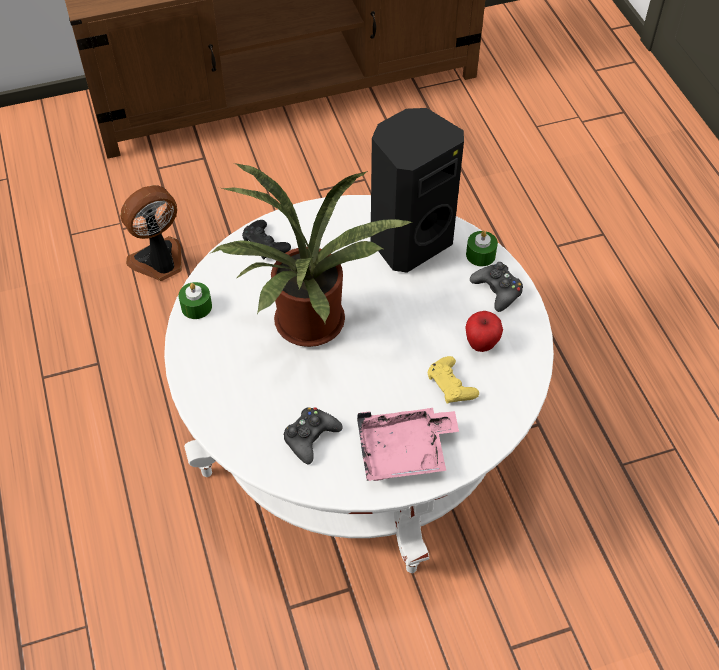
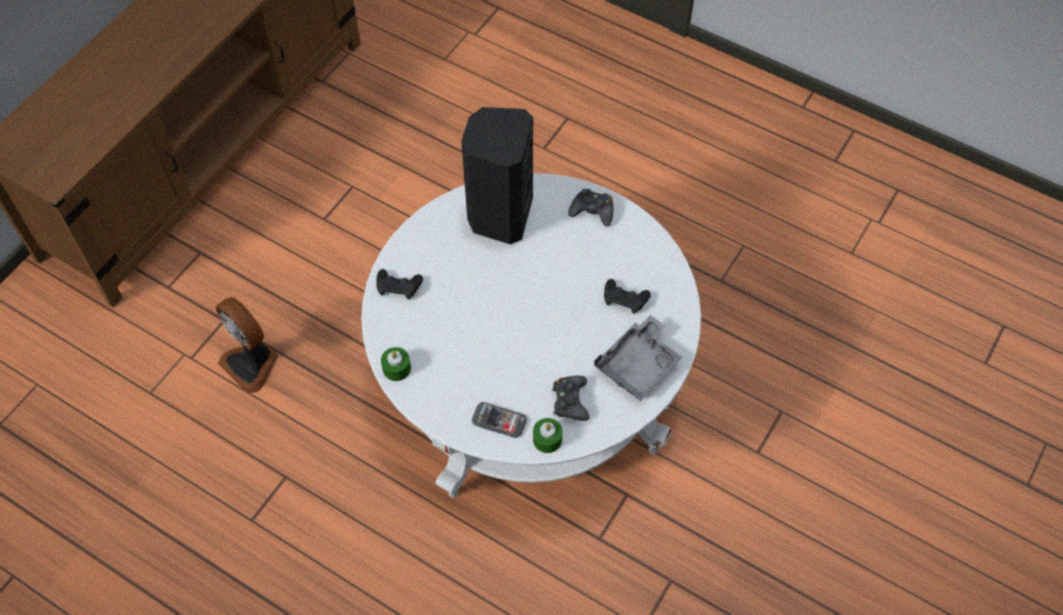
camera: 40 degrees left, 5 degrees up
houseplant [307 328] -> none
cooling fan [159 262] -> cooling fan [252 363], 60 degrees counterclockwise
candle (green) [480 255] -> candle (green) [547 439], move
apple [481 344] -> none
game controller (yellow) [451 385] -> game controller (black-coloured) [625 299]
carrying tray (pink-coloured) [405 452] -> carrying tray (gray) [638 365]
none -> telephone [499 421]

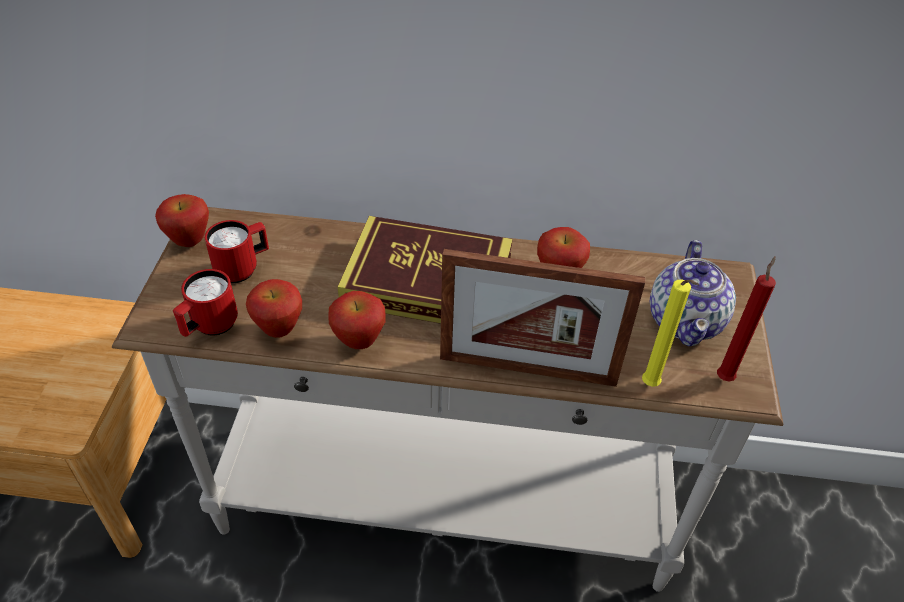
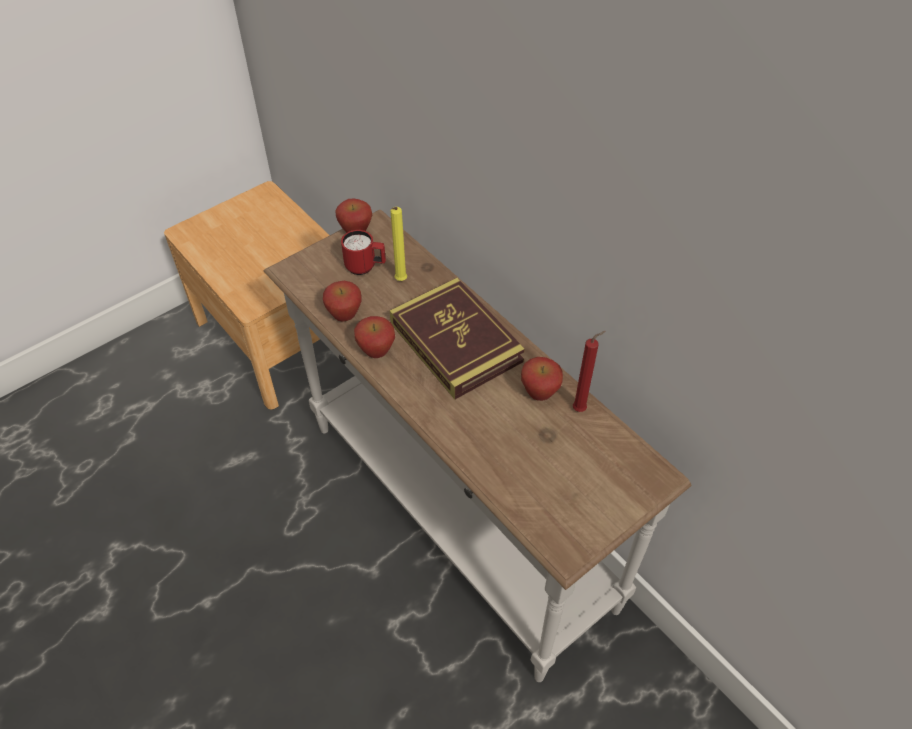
camera: 45 degrees right, 5 degrees up
teapot [686 320] -> none
photo frame [527 369] -> none
candle (red) [725 376] -> candle (red) [581 409], move
mug (red) [210 327] -> none
candle (yellow) [651 386] -> candle (yellow) [400 281], move

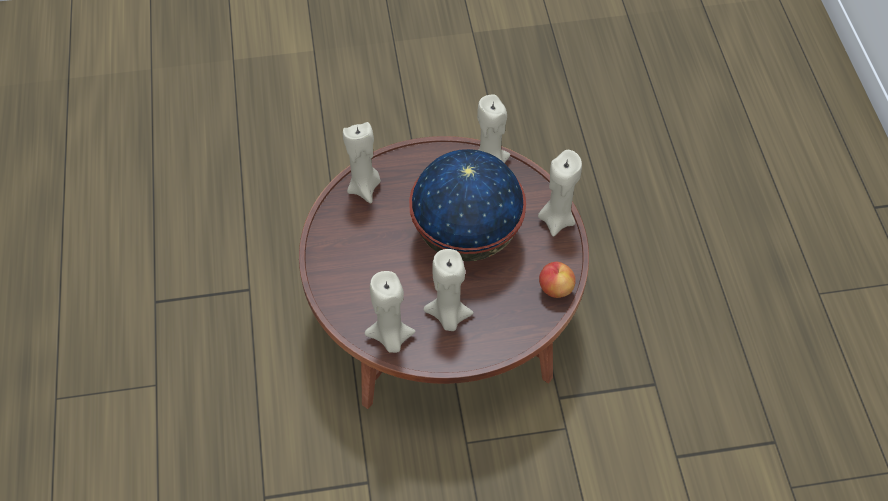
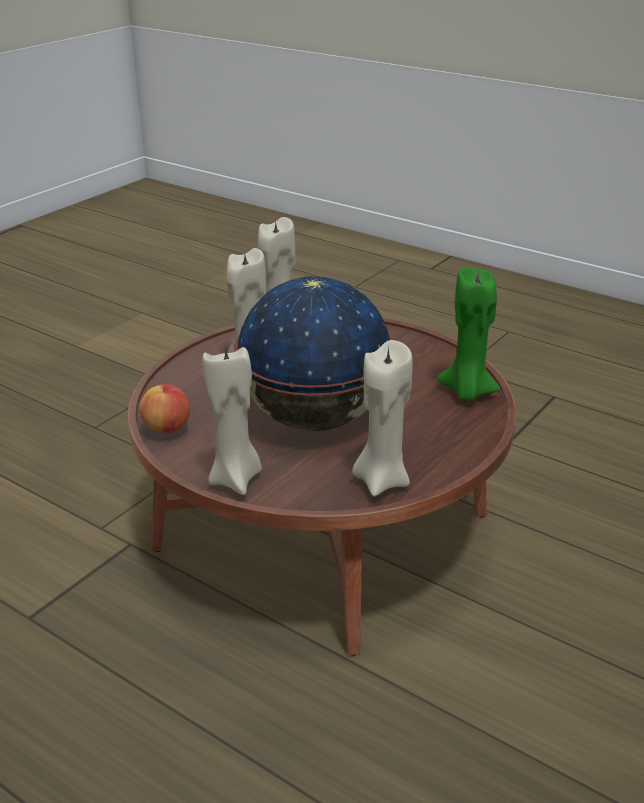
camera: 135 degrees right, 25 degrees down
candle (beige-coloured) [364 187] -> candle (green) [467 391]

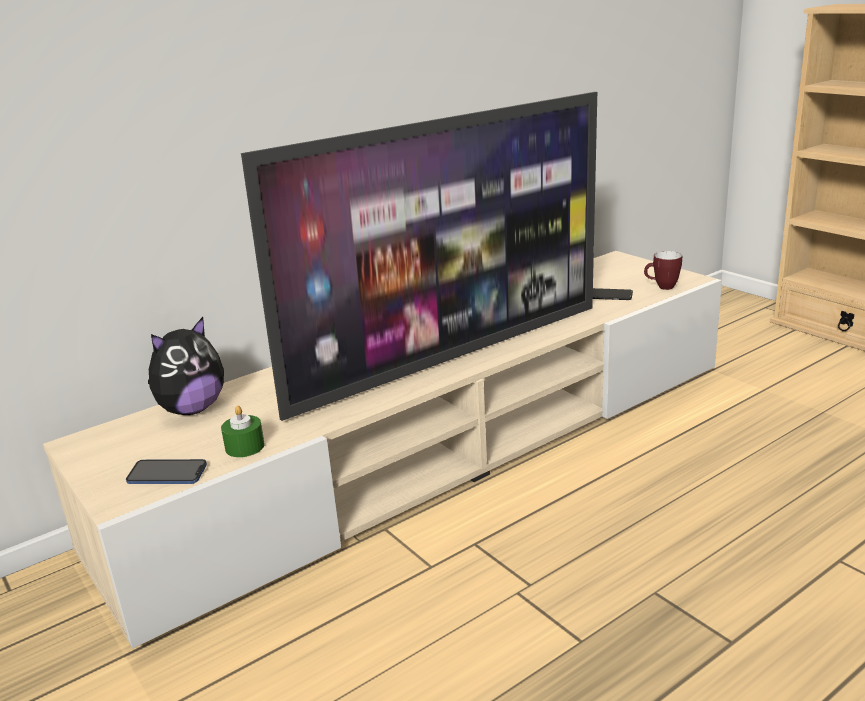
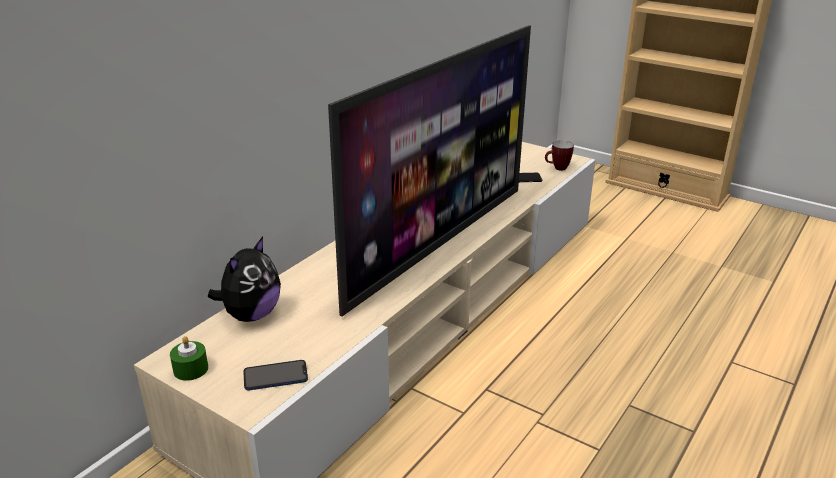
camera: 20 degrees left, 5 degrees up
candle (green) [245 447] -> candle (green) [191 369], move

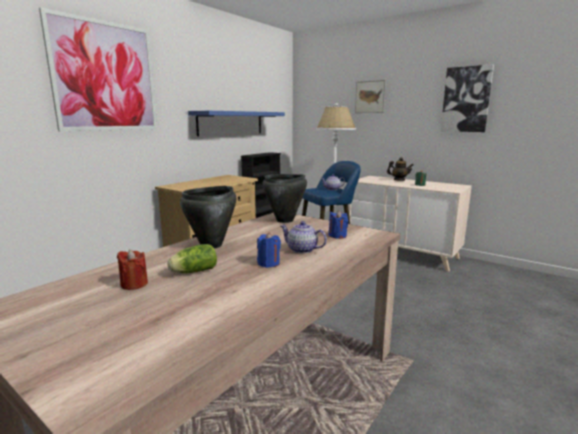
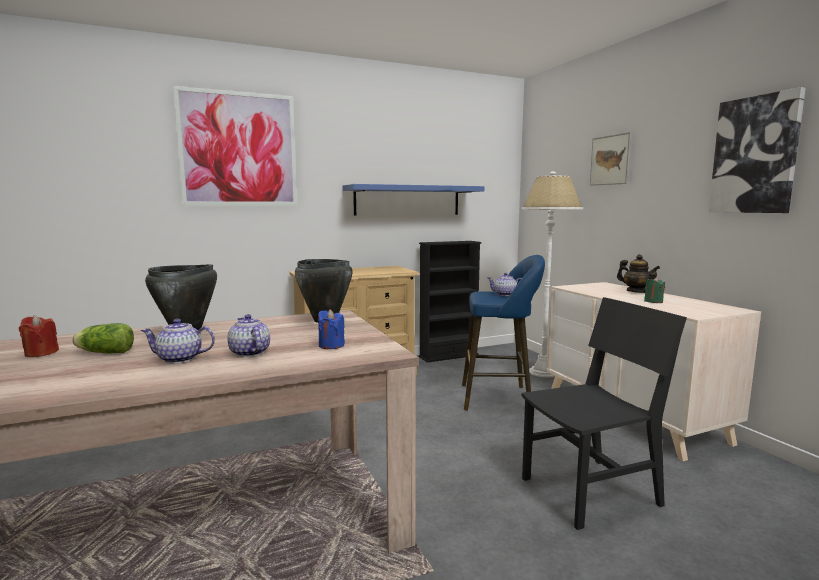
camera: 30 degrees right, 5 degrees down
candle (bluish) [268 263] -> teapot [180 359]
none -> chair (black-coloured) [590 491]

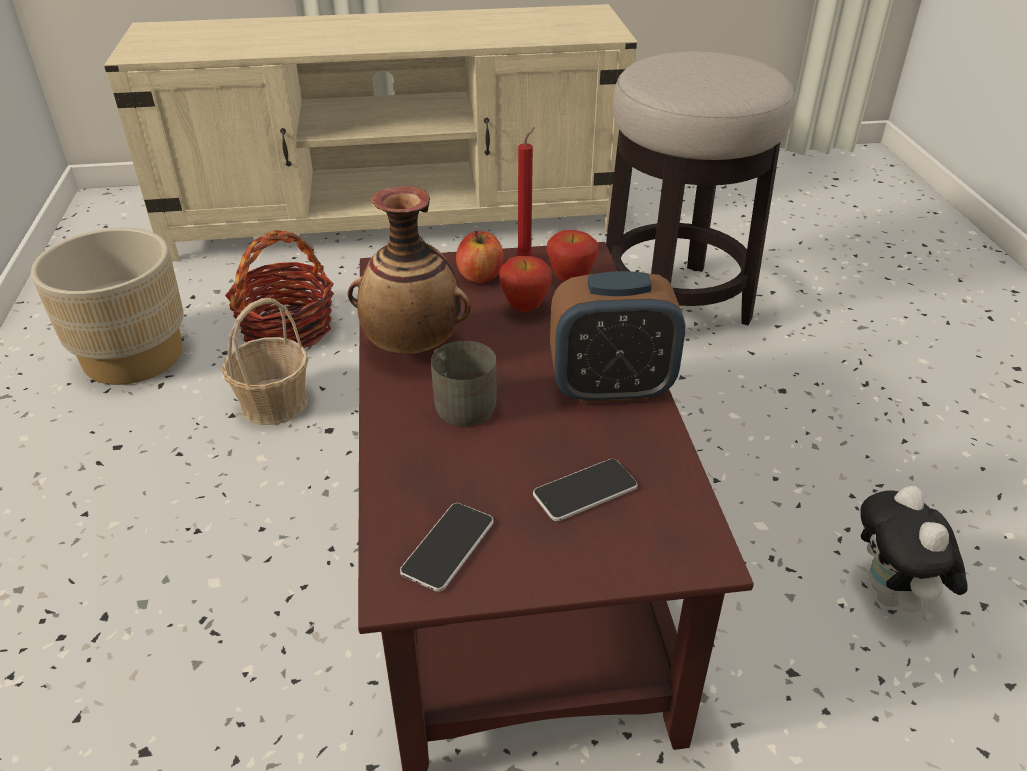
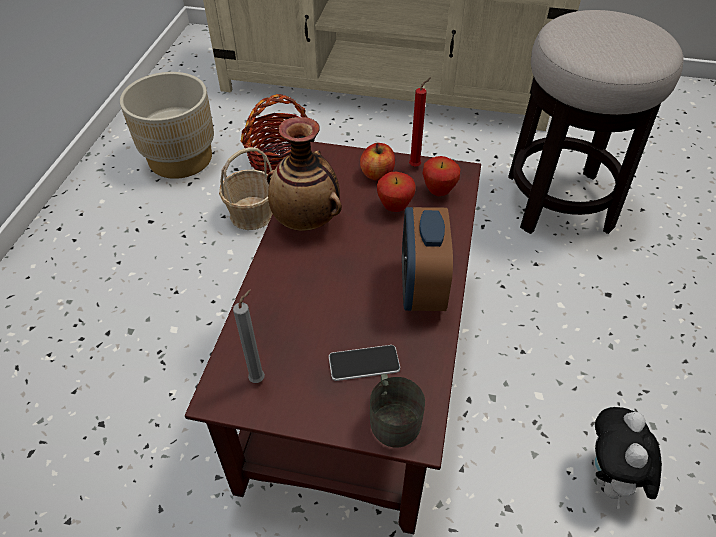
camera: 20 degrees right, 10 degrees up
alarm clock [611 388] -> alarm clock [421 288], 75 degrees clockwise
mug (gray) [461 402] -> mug (gray) [393 418], move
telephone [448 547] -> candle (gray) [259 378]

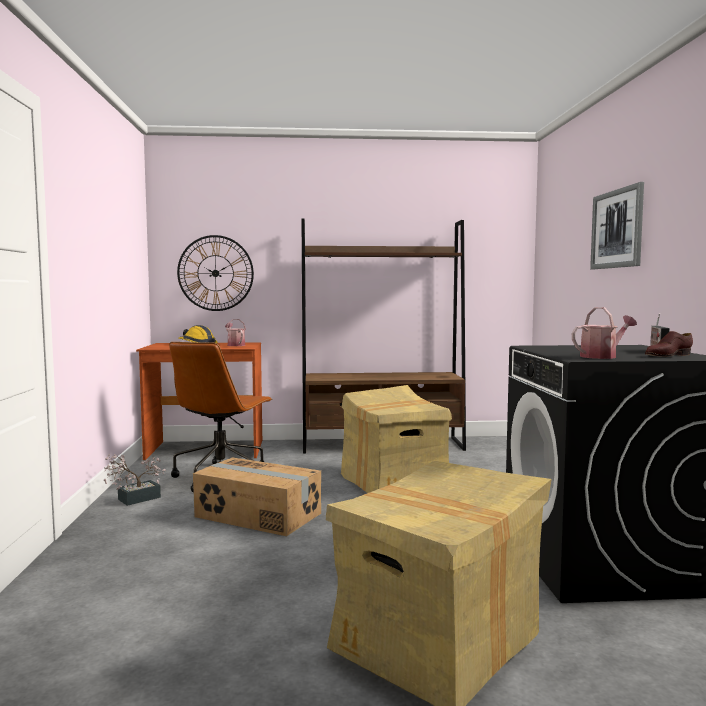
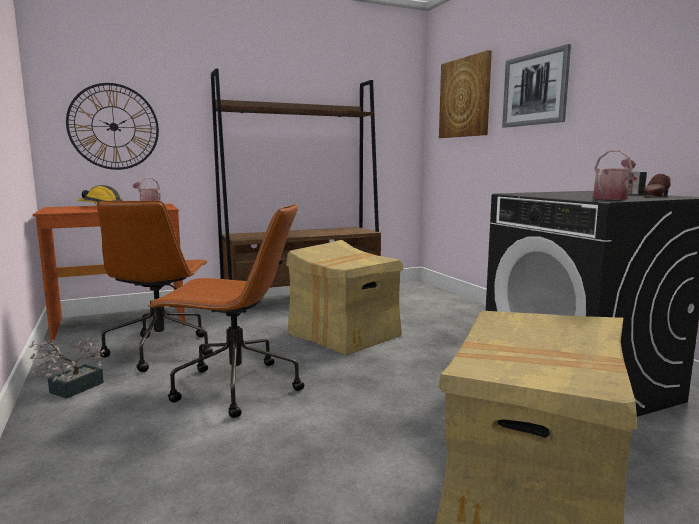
camera: 20 degrees left, 5 degrees up
packing box [257 515] -> office chair (brown) [234 388]
none -> wall picture [465 97]

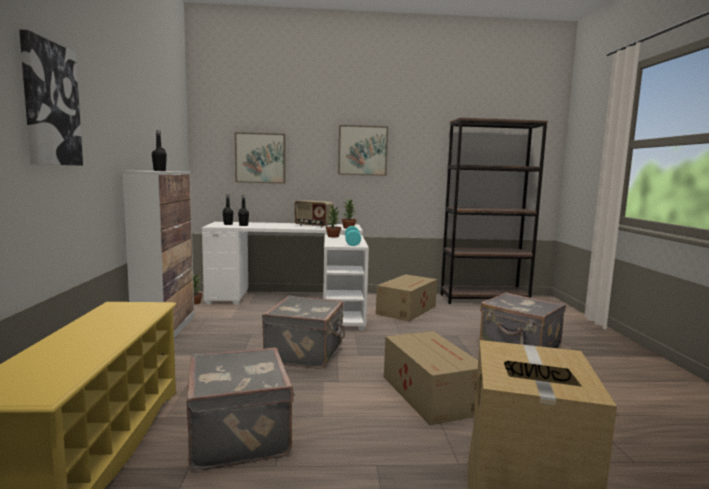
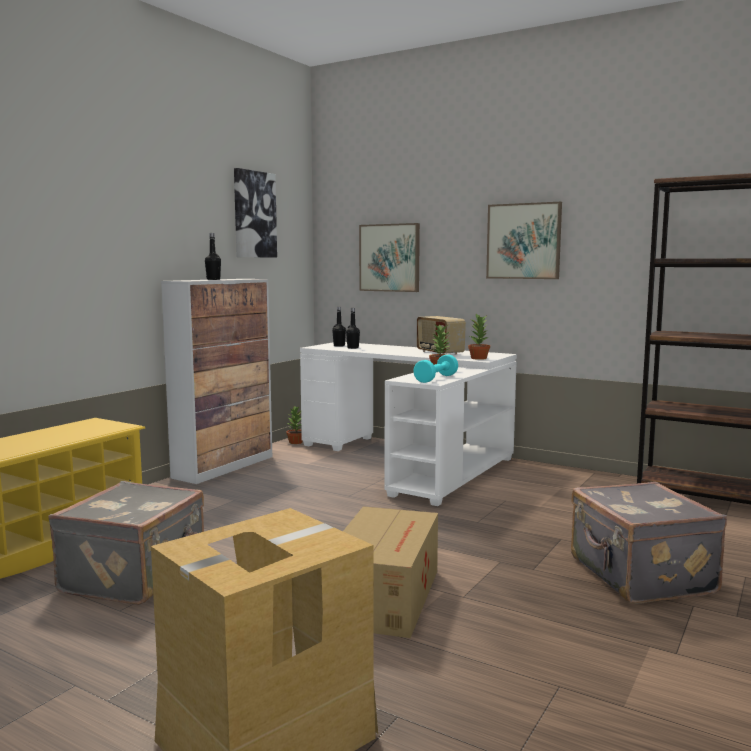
camera: 35 degrees right, 0 degrees up
wall picture [50 104] -> wall picture [254 214], move
packing box [407 310] -> none
travel case (gray) [306 353] -> none

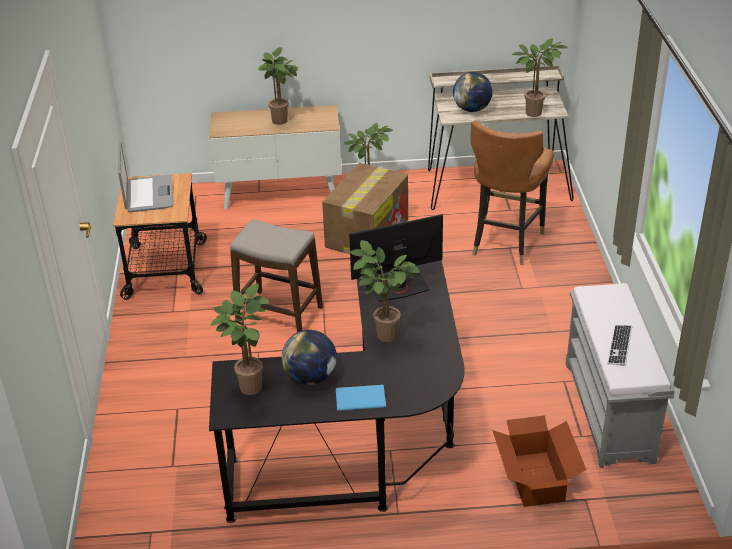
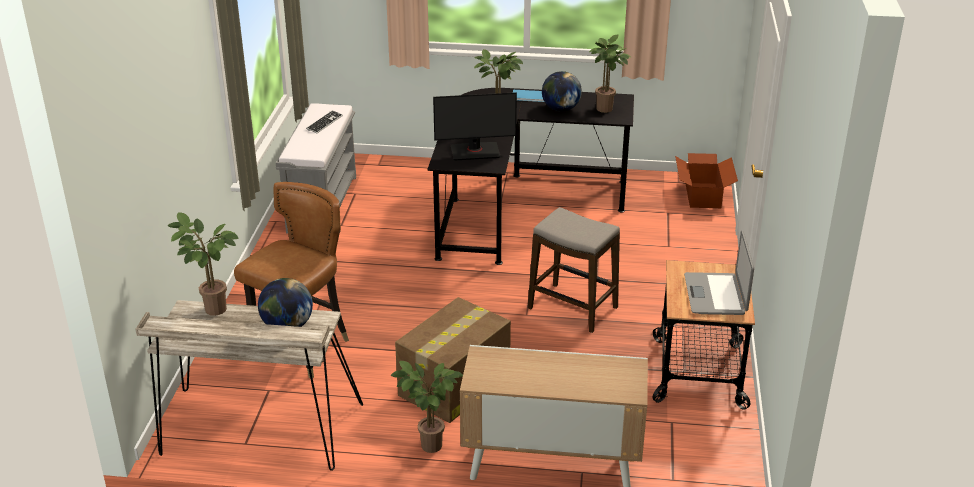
camera: 170 degrees left, 5 degrees down
houseplant [281 122] -> none
packing box [536 478] -> packing box [702 196], move

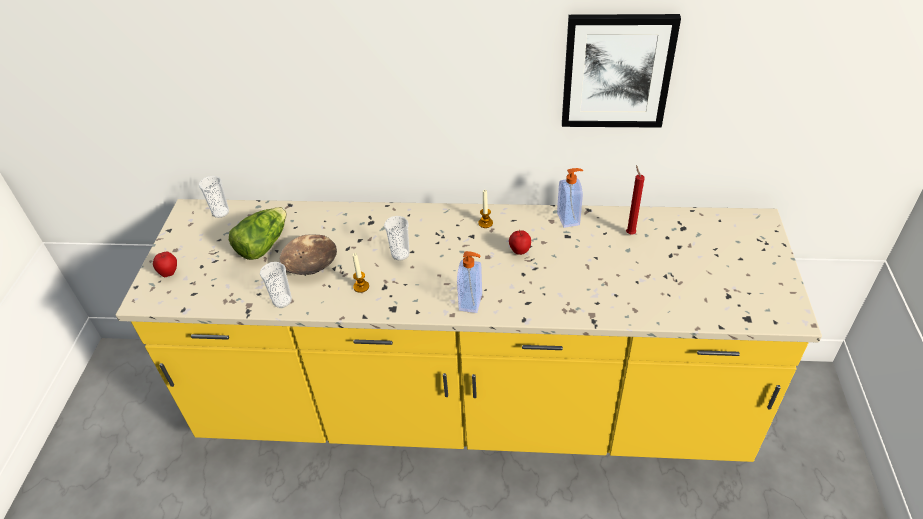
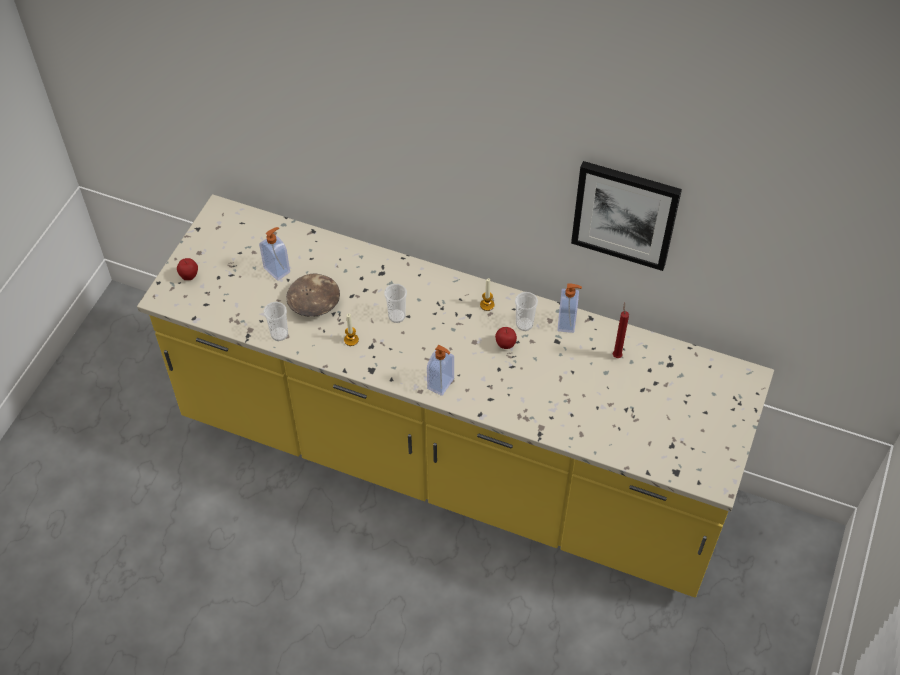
camera: 15 degrees right, 10 degrees up
drinking cup [220 212] -> drinking cup [524 324], move
head of lettuce [263 244] -> soap dispenser [277 269]

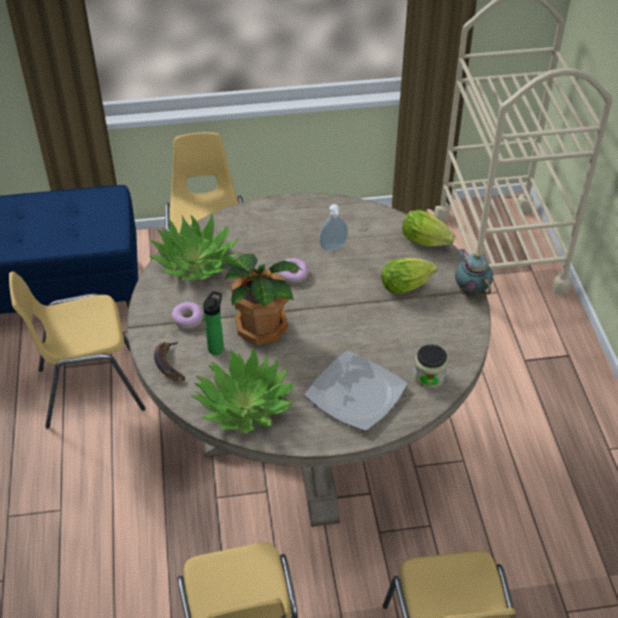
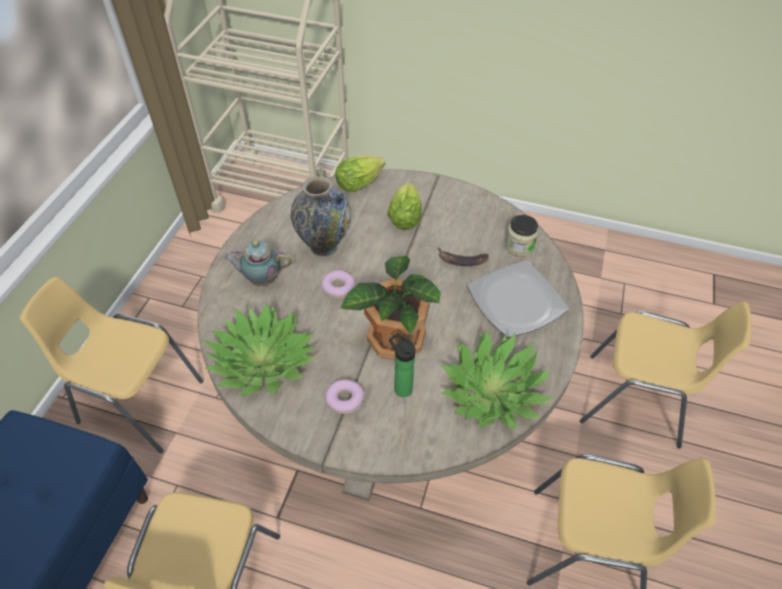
camera: 65 degrees left, 5 degrees up
soap dispenser [333 248] -> decorative vase [324 245]
teapot [470 291] -> teapot [261 279], move
whole banana [169 364] -> whole banana [461 260], move

